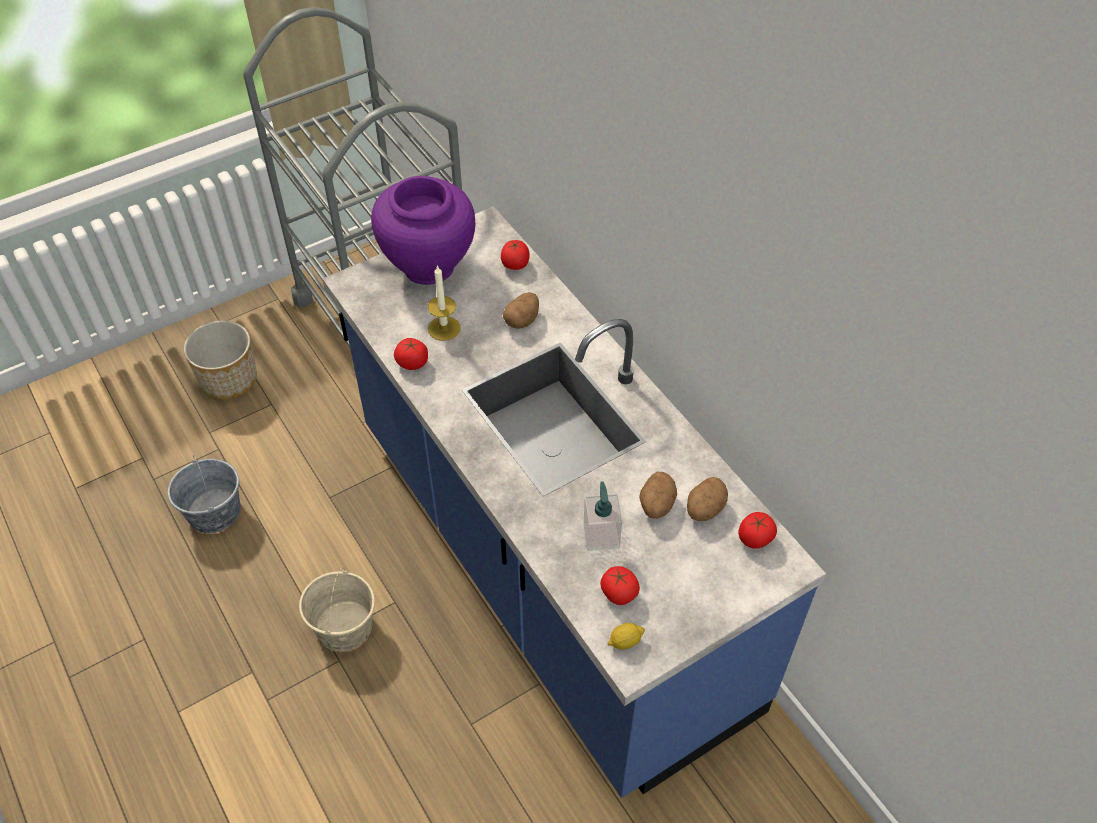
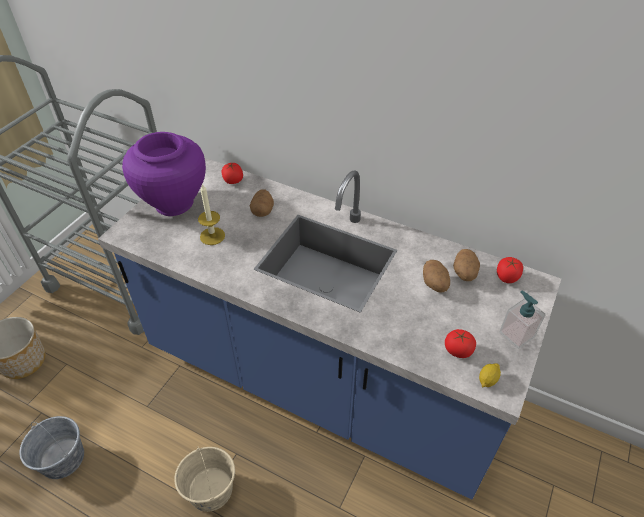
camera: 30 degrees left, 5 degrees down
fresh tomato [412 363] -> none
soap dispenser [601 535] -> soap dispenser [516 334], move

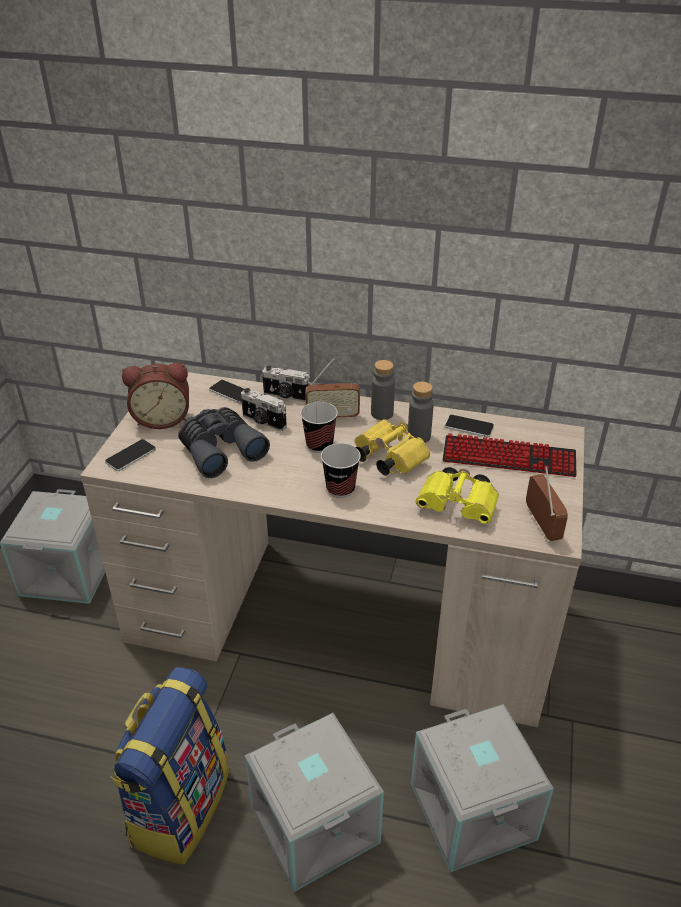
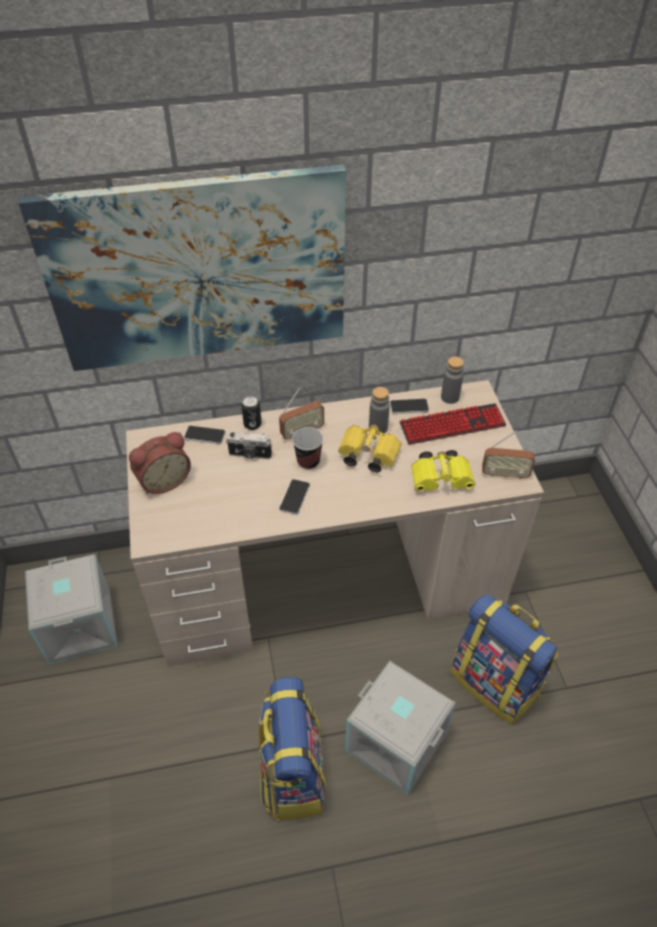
camera: 25 degrees left, 10 degrees up
drink bottle (gray) [382 413] -> drink bottle (gray) [450 397], move
still camera [286 396] -> metal can [252 424]
binoculars (gray) [220 449] -> none
telephone [131 456] -> telephone [294 497], move
drinking cup [340 489] -> none
radio receiver [541 525] -> radio receiver [504 474], 135 degrees clockwise
storage box (gray) [475 811] -> backpack [495 683]
none -> wall picture [199 271]

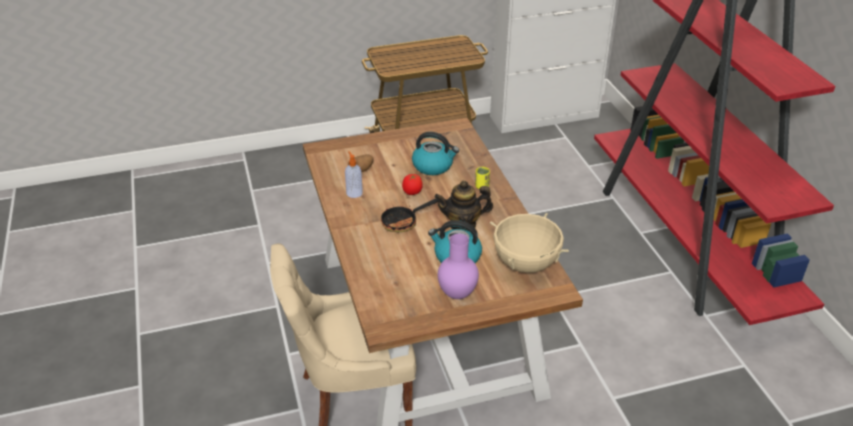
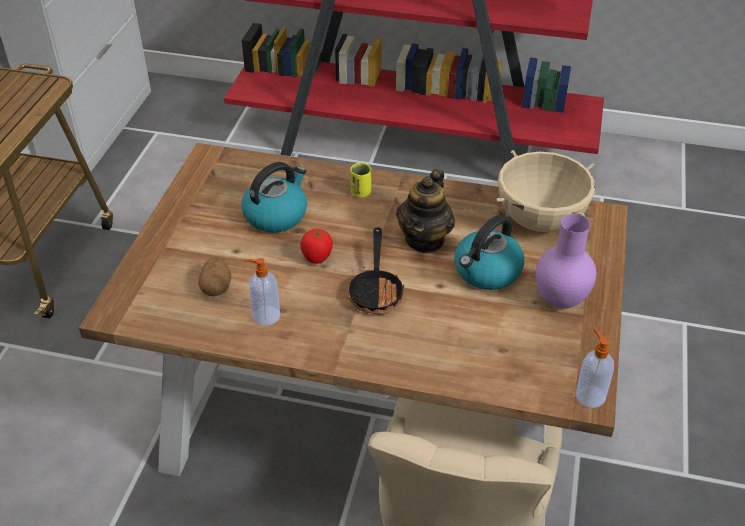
camera: 60 degrees left, 5 degrees up
none -> soap dispenser [589 395]

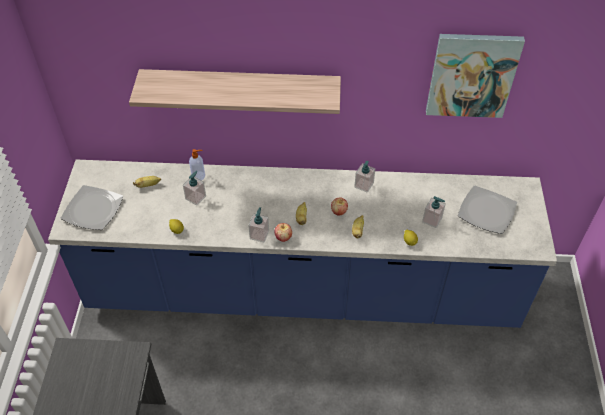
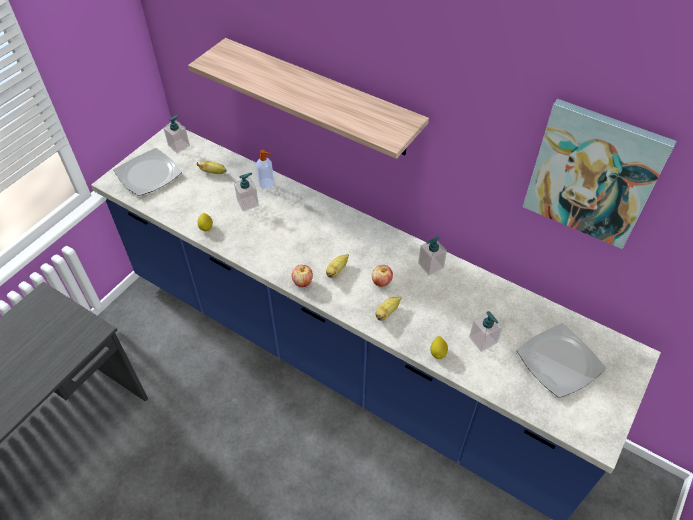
camera: 30 degrees right, 0 degrees up
soap dispenser [259 234] -> soap dispenser [179 146], move

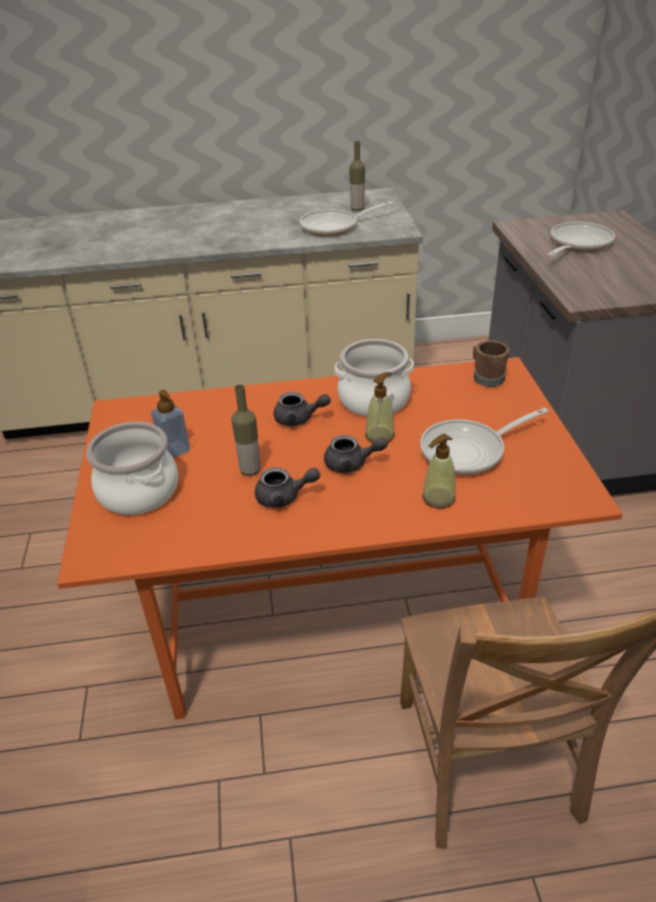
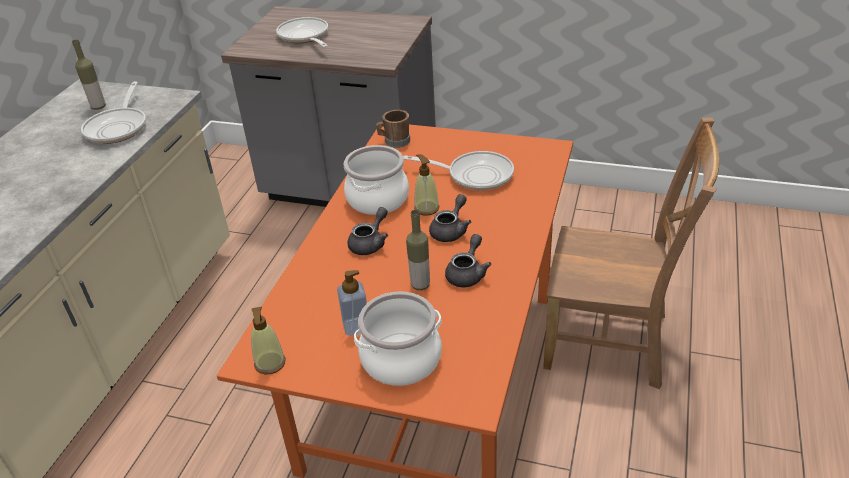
camera: 65 degrees left, 0 degrees up
pan [468 451] -> pan [474 175], 75 degrees counterclockwise
soap dispenser [438 498] -> soap dispenser [270 363], move

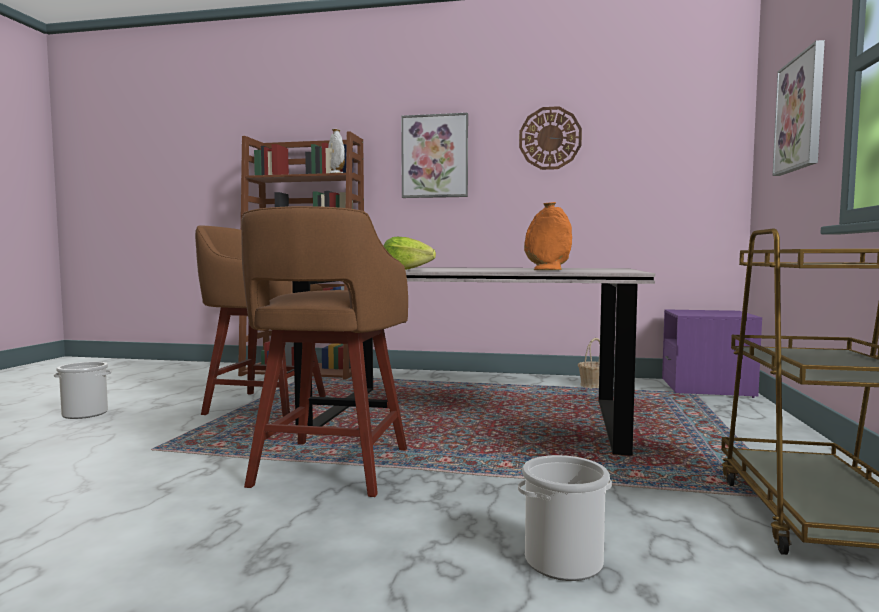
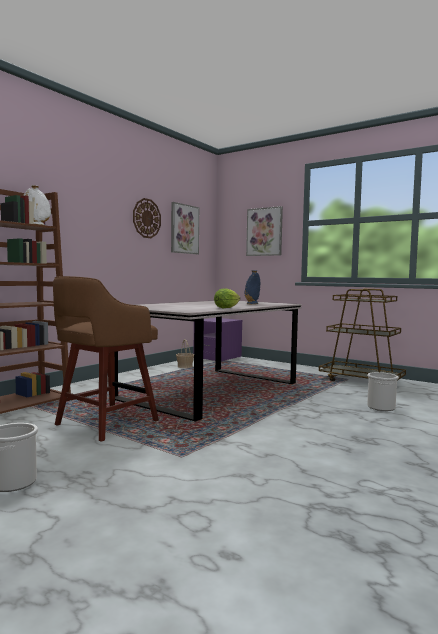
camera: 65 degrees left, 0 degrees up
wall picture [435 156] -> wall picture [184 229], move
decorative vase (orange) [547 270] -> decorative vase (bluish) [252 304]
stool (brown) [330 469] -> none

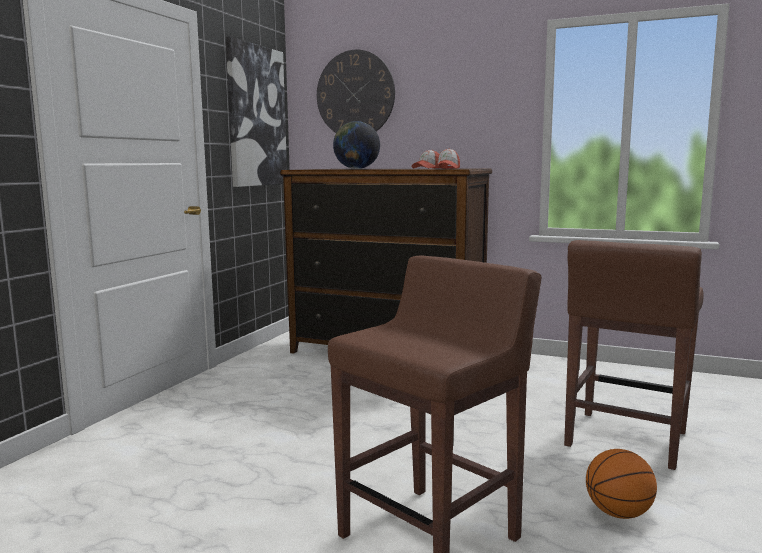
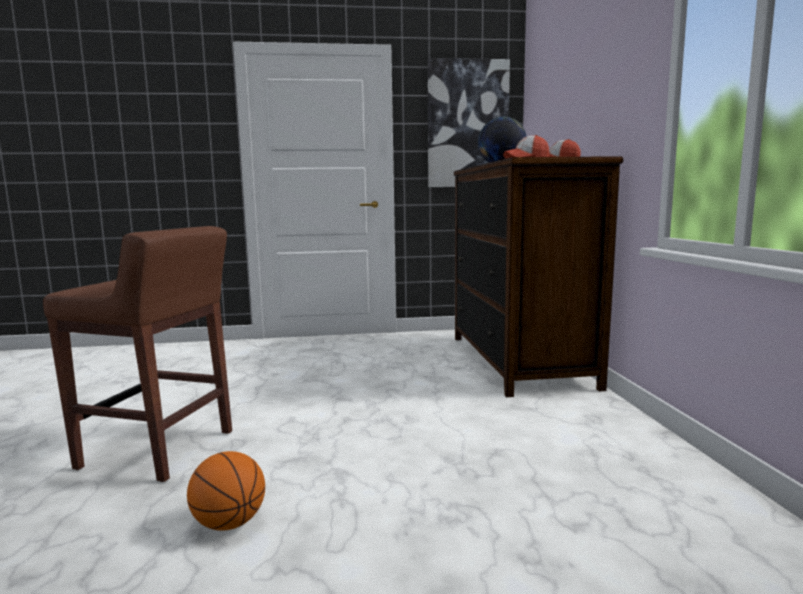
camera: 60 degrees right, 0 degrees up
wall clock [355 94] -> none
stool (brown) [625 440] -> none

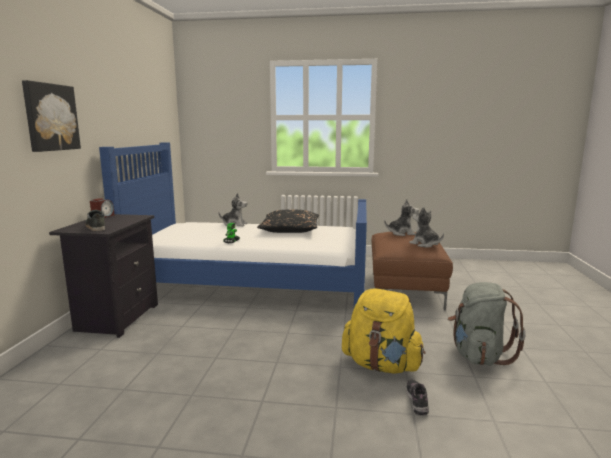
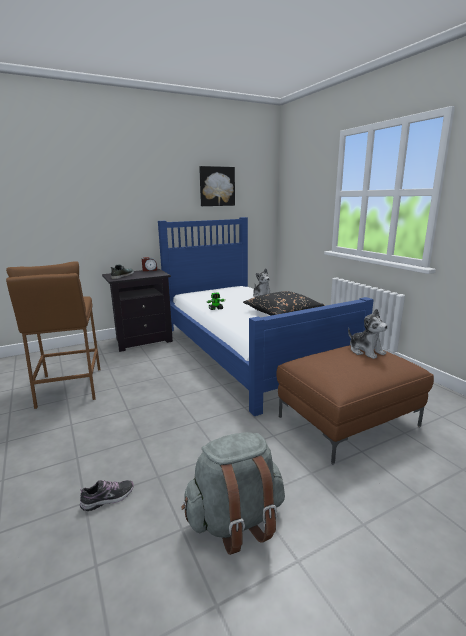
camera: 55 degrees right, 5 degrees up
wall picture [50 117] -> wall picture [216 186], move
plush toy [425 244] -> none
backpack (yellow) [381 365] -> none
none -> stool (brown) [69 387]

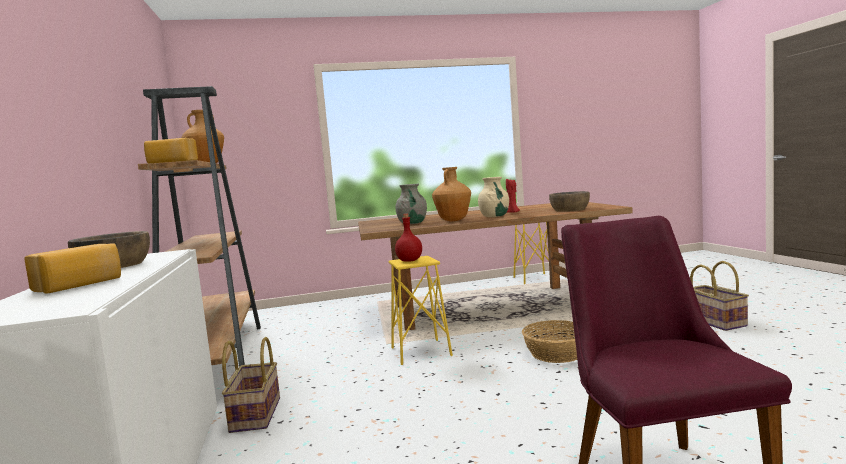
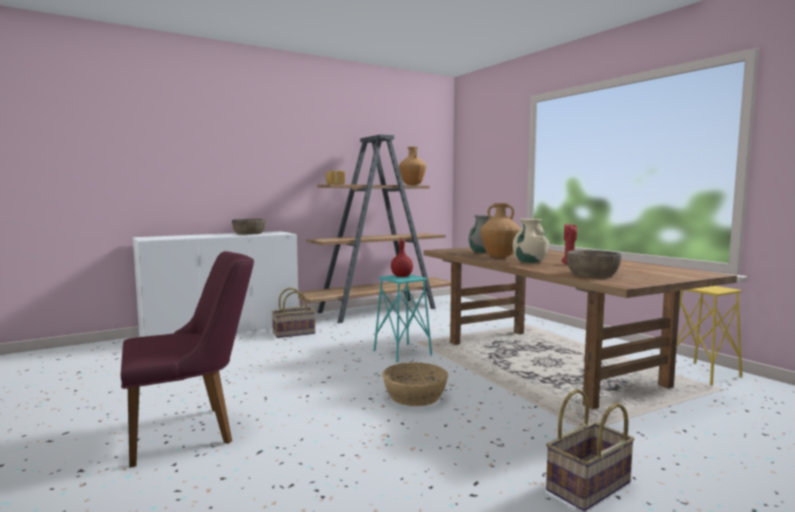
camera: 70 degrees right, 0 degrees up
baked bread [79 285] -> none
stool (yellow) [420 352] -> stool (turquoise-coloured) [402 352]

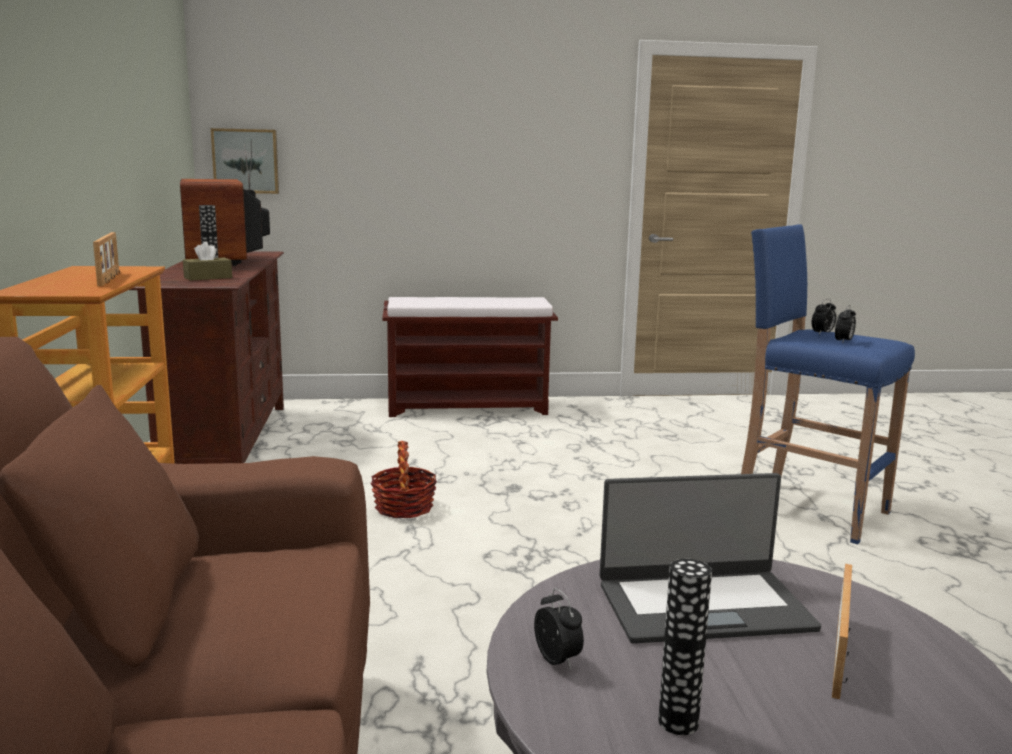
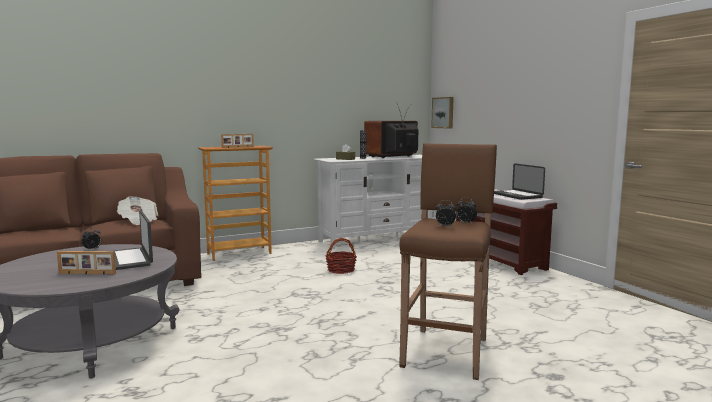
camera: 70 degrees right, 5 degrees down
stool (bluish) [808 510] -> stool (brown) [446 351]
media console (brown) [227 444] -> media console (whitish) [378 238]
decorative vase [678 722] -> none
none -> laptop [516 195]
none -> printed paper [138 221]

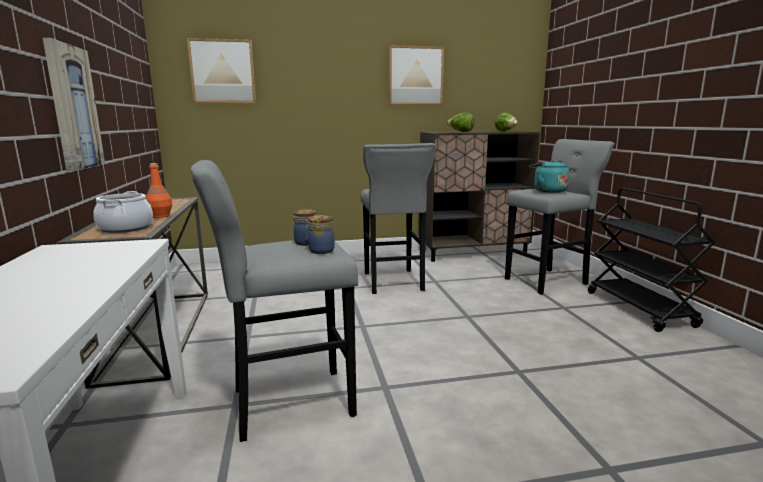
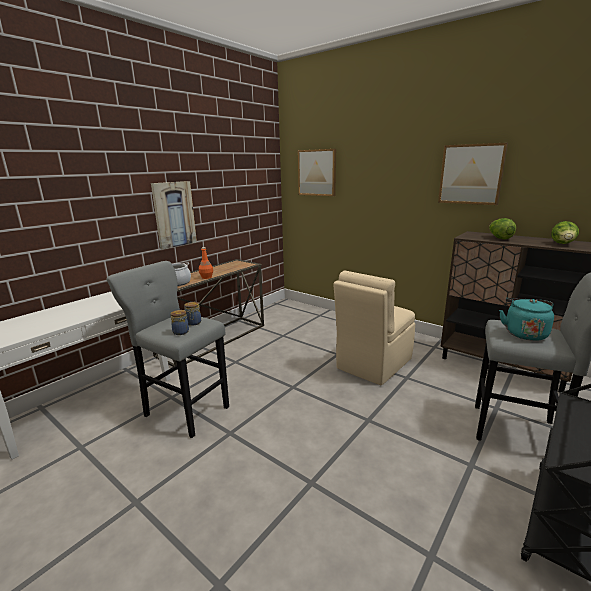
camera: 50 degrees right, 5 degrees up
stool (gray) [393 283] -> chair (beige-coloured) [373 364]

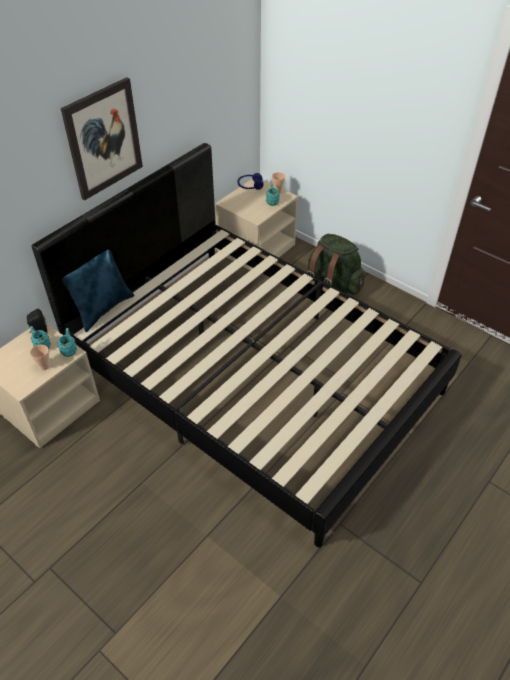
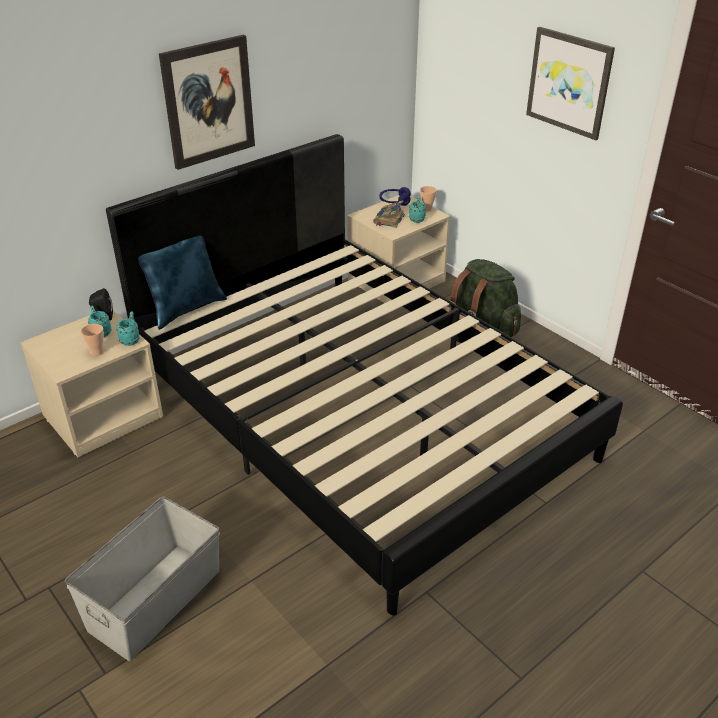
camera: 10 degrees right, 10 degrees down
none -> wall picture [569 82]
none -> volume [388 219]
none -> storage box (gray) [154 600]

